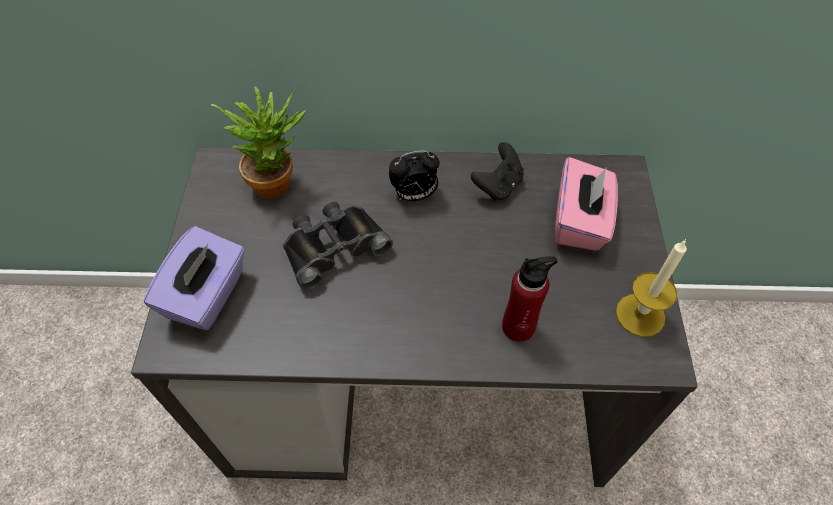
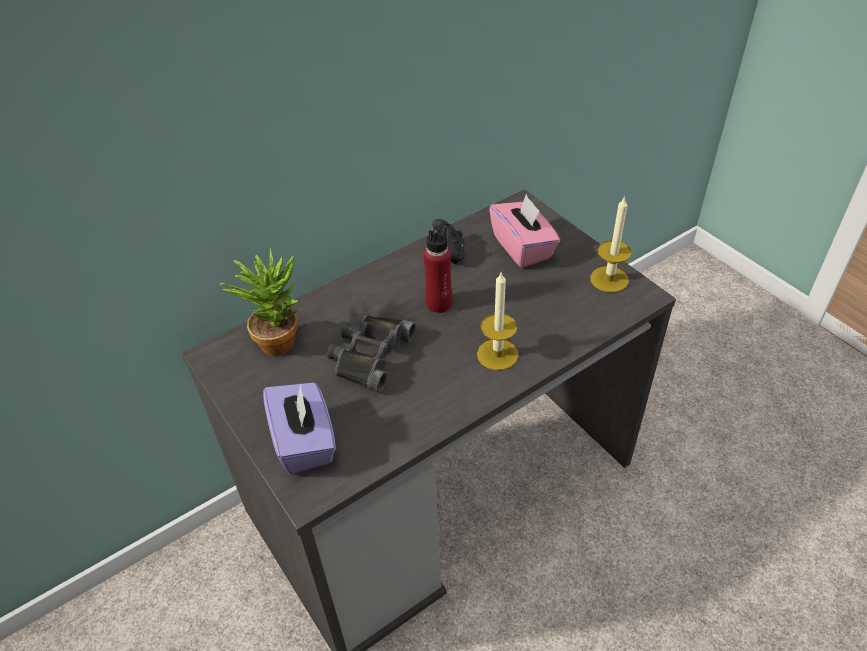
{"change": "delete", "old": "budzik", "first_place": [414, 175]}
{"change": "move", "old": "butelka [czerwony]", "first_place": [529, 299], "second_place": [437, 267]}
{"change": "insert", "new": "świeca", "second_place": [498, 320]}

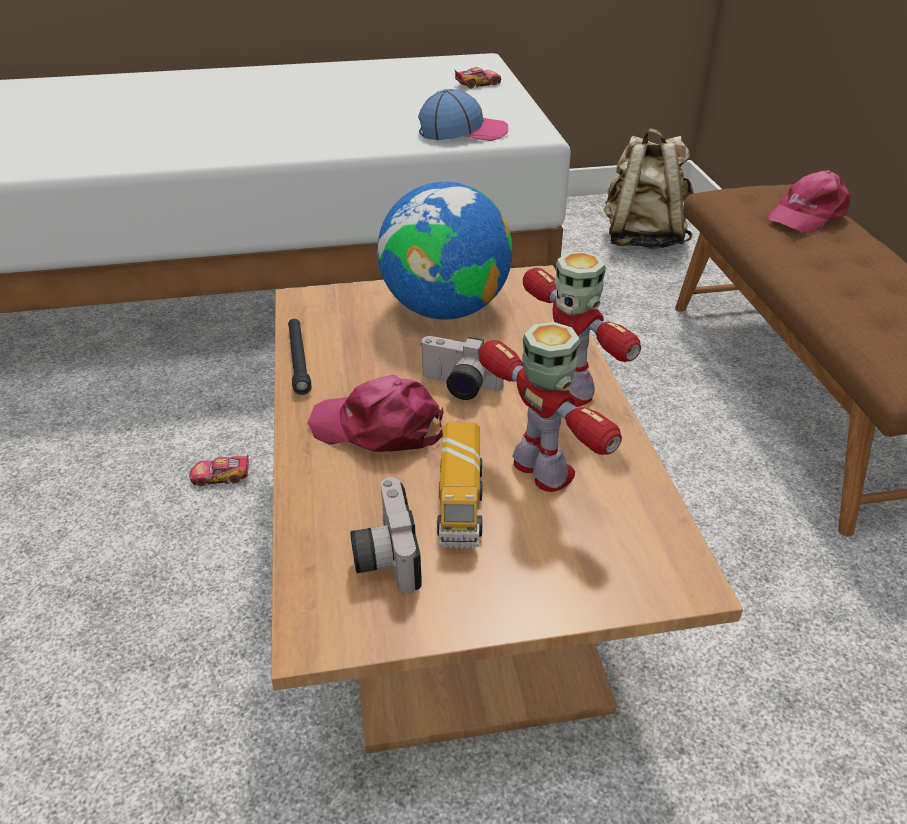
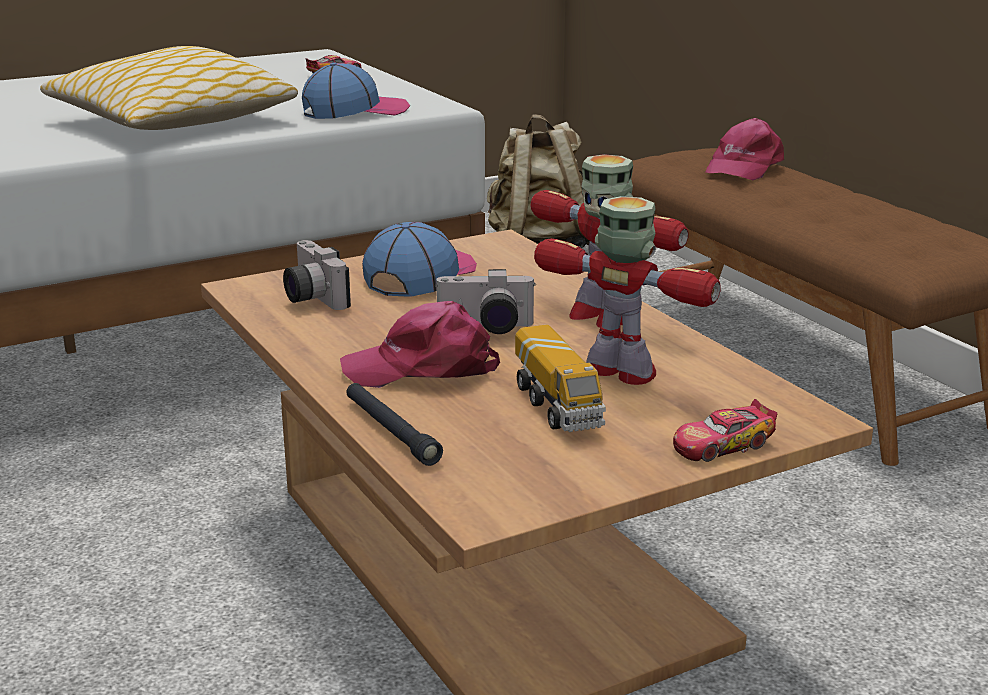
{"change": "move", "old": "samochodzik", "first_place": [219, 470], "second_place": [725, 430]}
{"change": "move", "old": "latarka [czarny]", "first_place": [299, 357], "second_place": [394, 424]}
{"change": "move", "old": "aparat fotograficzny", "first_place": [386, 535], "second_place": [317, 275]}
{"change": "replace", "old": "globus", "new": "czapka z daszkiem", "first_place": [445, 251], "second_place": [419, 259]}
{"change": "insert", "new": "poduszka", "second_place": [169, 88]}

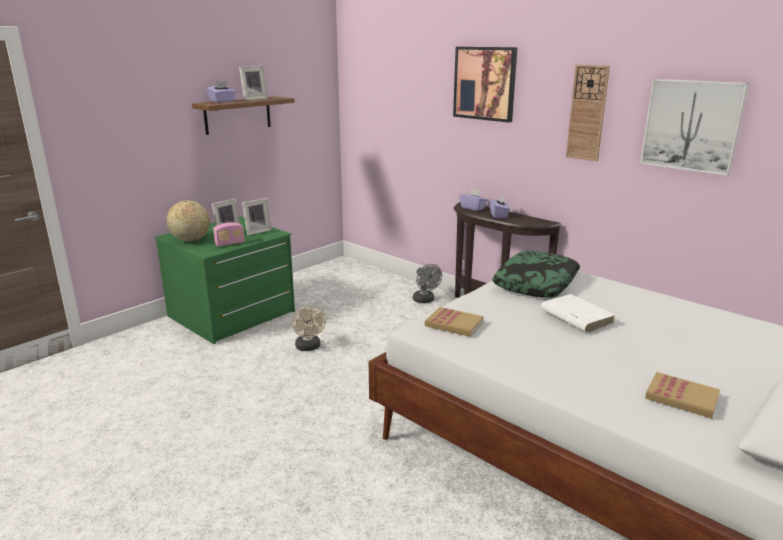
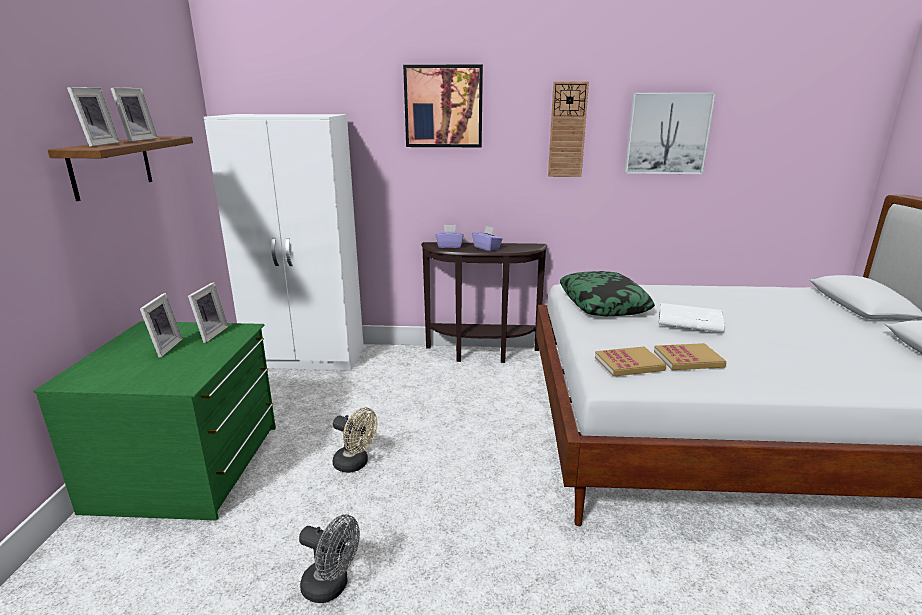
{"change": "delete", "old": "globus", "first_place": [188, 221]}
{"change": "replace", "old": "pudełko chusteczek [fioletowy]", "new": "ramka na zdjęcie", "first_place": [221, 92], "second_place": [93, 117]}
{"change": "delete", "old": "radio", "first_place": [229, 234]}
{"change": "move", "old": "wentylator [szary]", "first_place": [427, 283], "second_place": [329, 558]}
{"change": "move", "old": "książka", "first_place": [682, 395], "second_place": [690, 356]}
{"change": "insert", "new": "szafa [biały]", "second_place": [284, 242]}

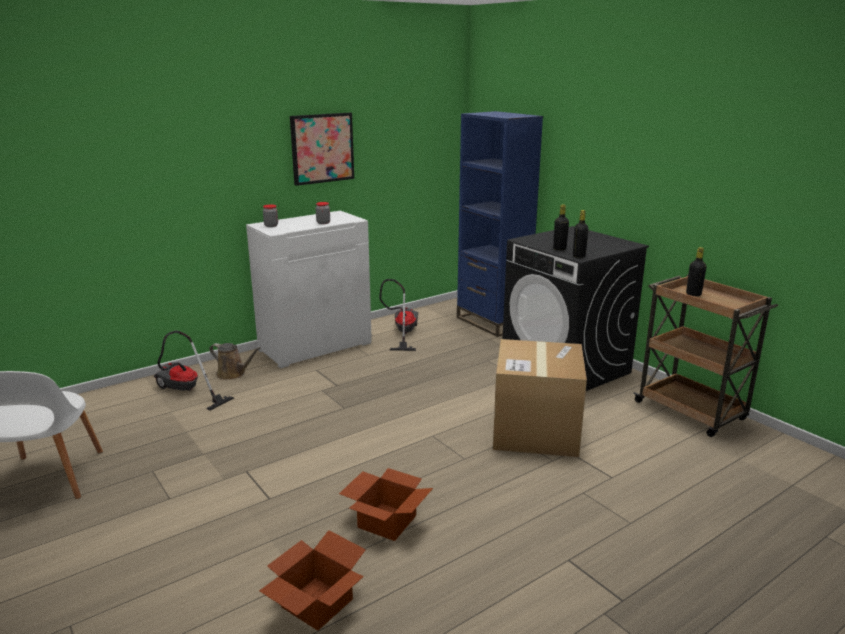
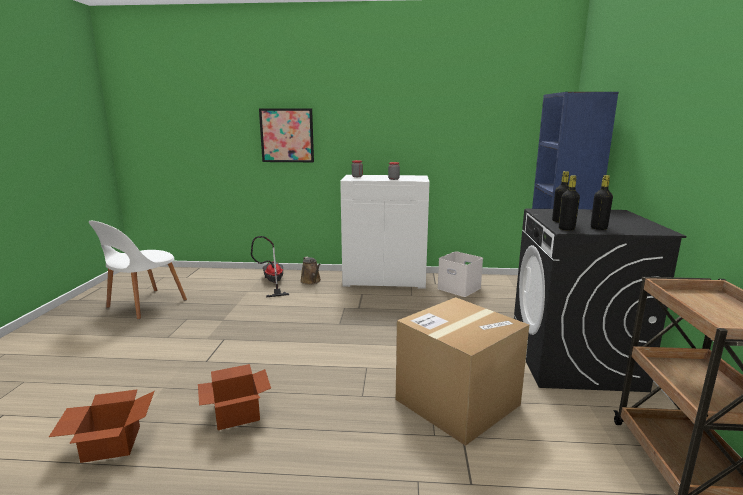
{"change": "move", "old": "obraz", "first_place": [322, 149], "second_place": [286, 135]}
{"change": "replace", "old": "odkurzacz", "new": "pojemnik do przechowywania [biały]", "first_place": [398, 315], "second_place": [460, 274]}
{"change": "move", "old": "butelka [czarny]", "first_place": [696, 271], "second_place": [602, 202]}

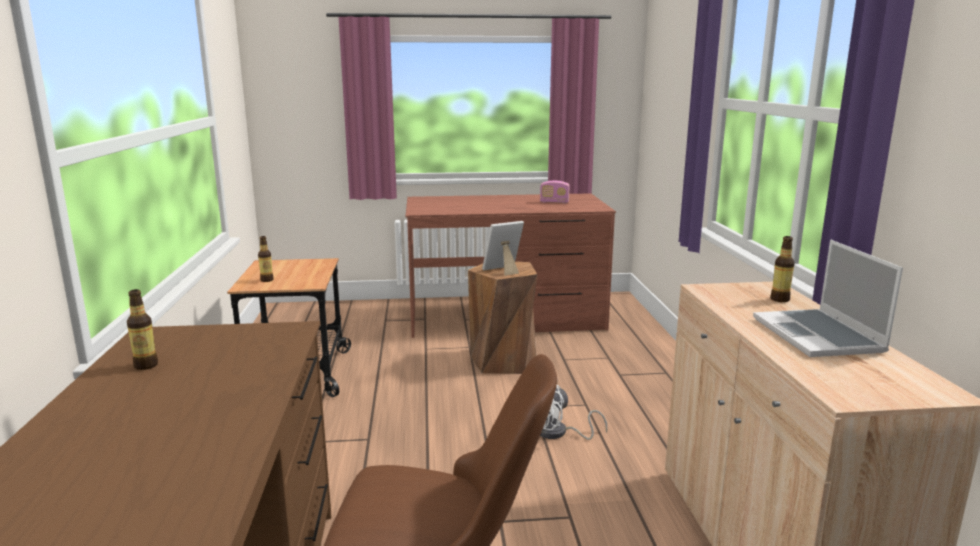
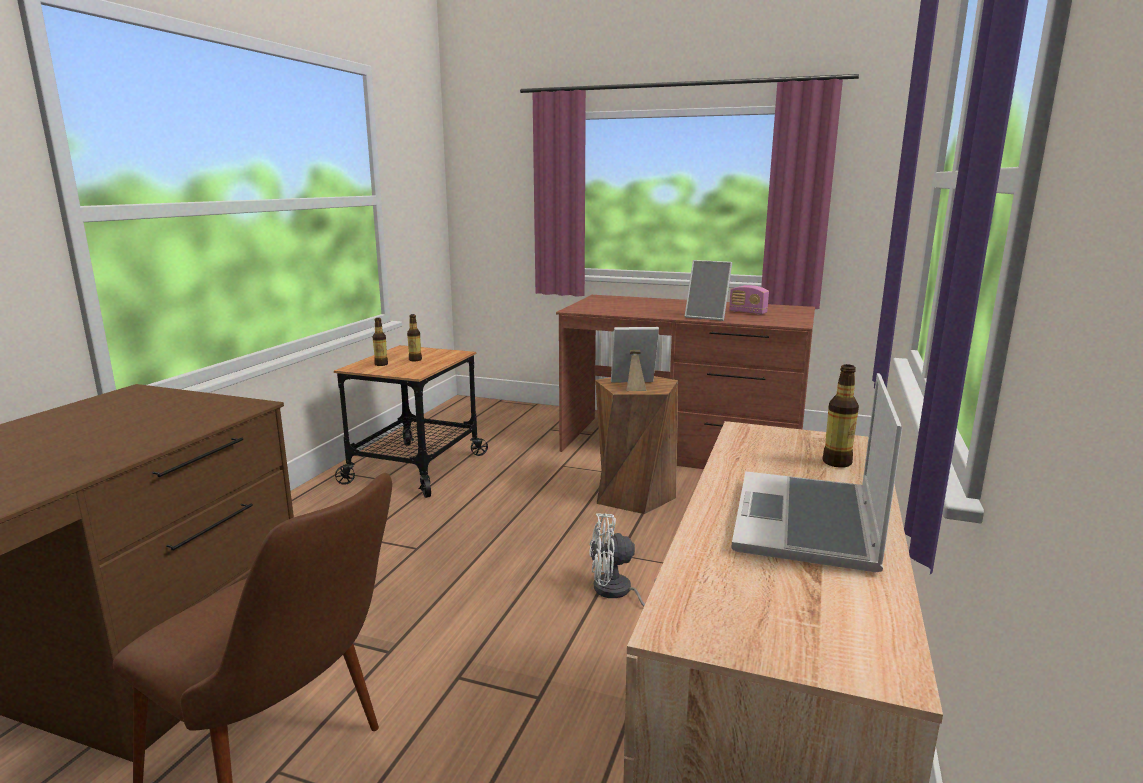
{"change": "move", "old": "butelka", "first_place": [142, 329], "second_place": [414, 338]}
{"change": "insert", "new": "ramka na zdjęcie", "second_place": [708, 290]}

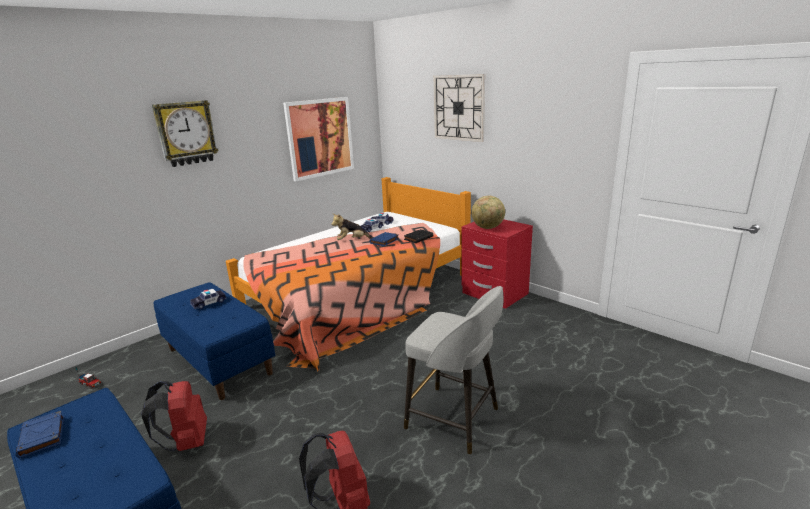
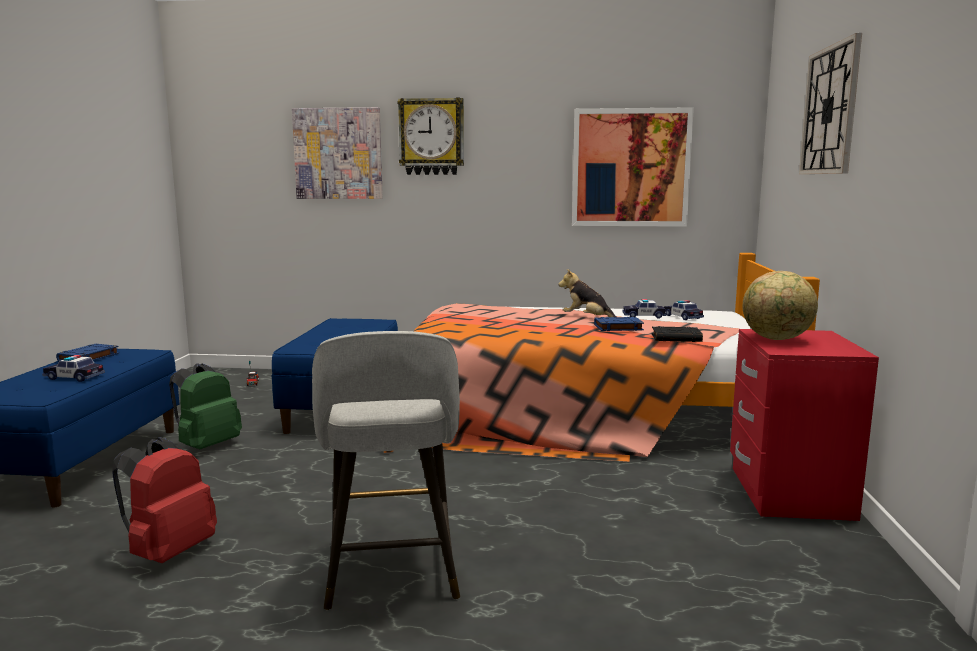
{"change": "recolor", "old": "plecak [czerwony]", "new": "plecak [zielony]", "first_place": [174, 416], "second_place": [205, 406]}
{"change": "move", "old": "samochodzik", "first_place": [208, 299], "second_place": [73, 368]}
{"change": "insert", "new": "obraz", "second_place": [337, 153]}

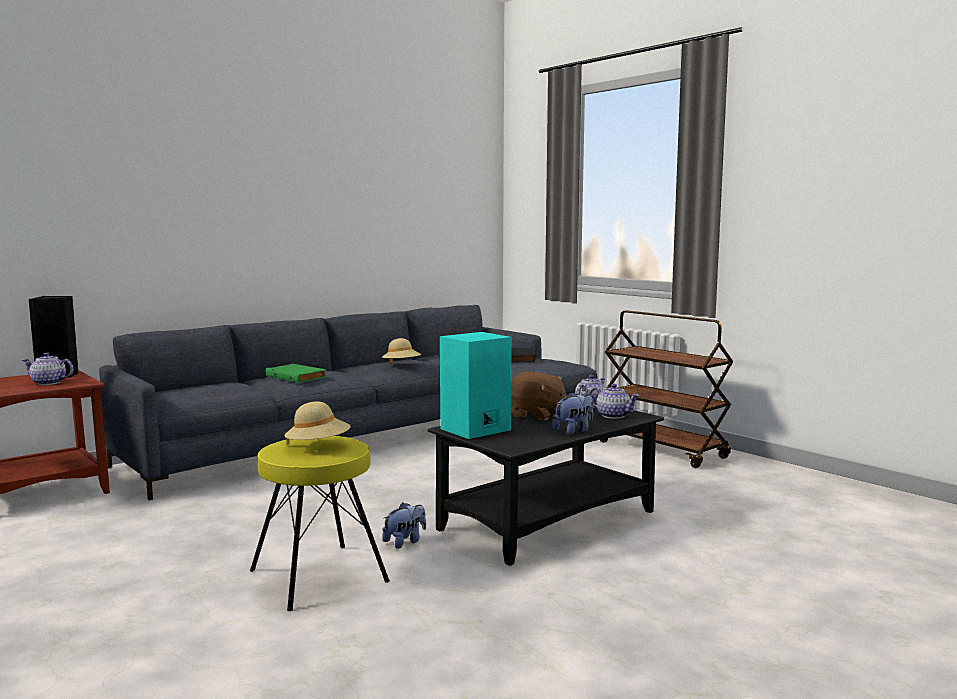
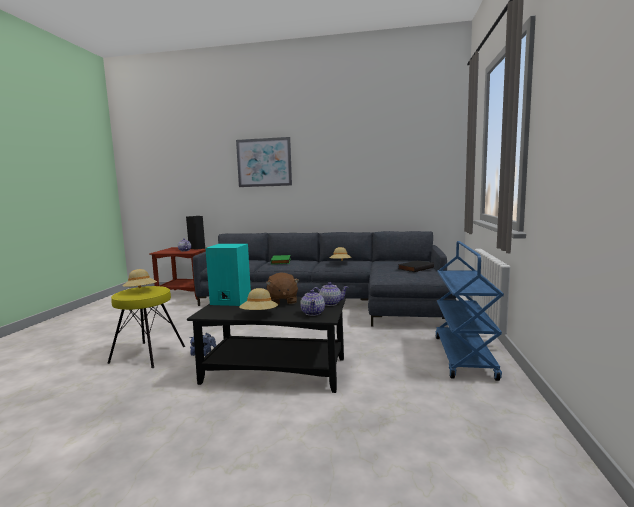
{"change": "replace", "old": "pluszak", "new": "kapelusz [beżowy]", "first_place": [572, 413], "second_place": [258, 299]}
{"change": "recolor", "old": "wózek [brązowy]", "new": "wózek [niebieski]", "first_place": [667, 389], "second_place": [469, 311]}
{"change": "insert", "new": "obraz", "second_place": [264, 162]}

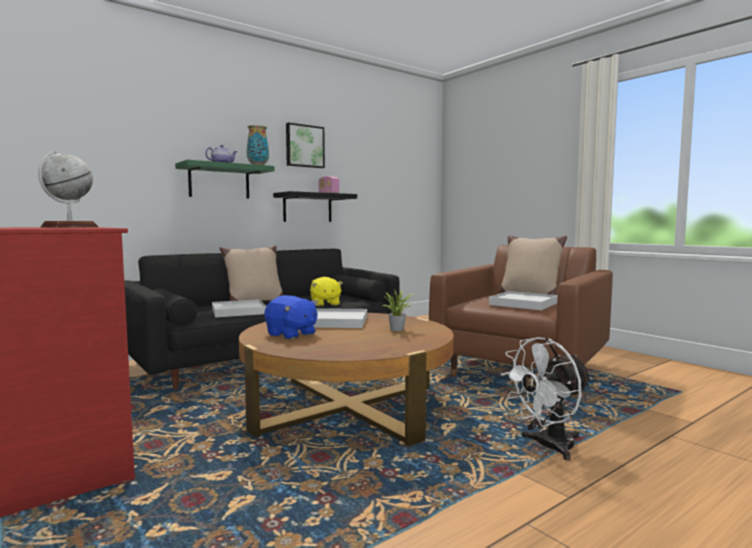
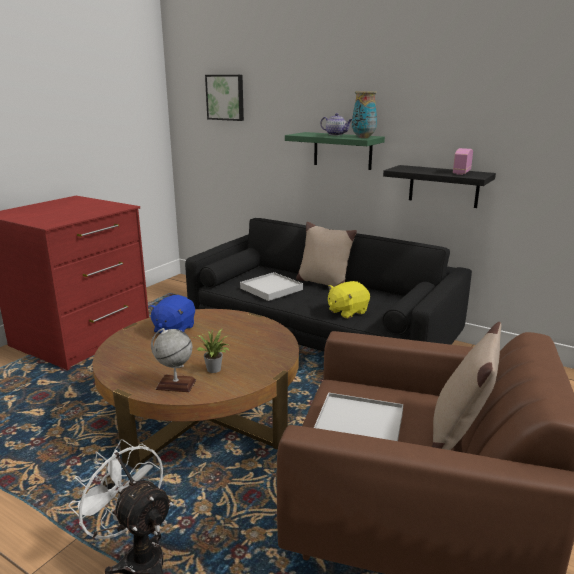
{"change": "move", "old": "globus", "first_place": [68, 189], "second_place": [173, 360]}
{"change": "move", "old": "obraz", "first_place": [305, 145], "second_place": [224, 98]}
{"change": "delete", "old": "taca [biały]", "first_place": [340, 318]}

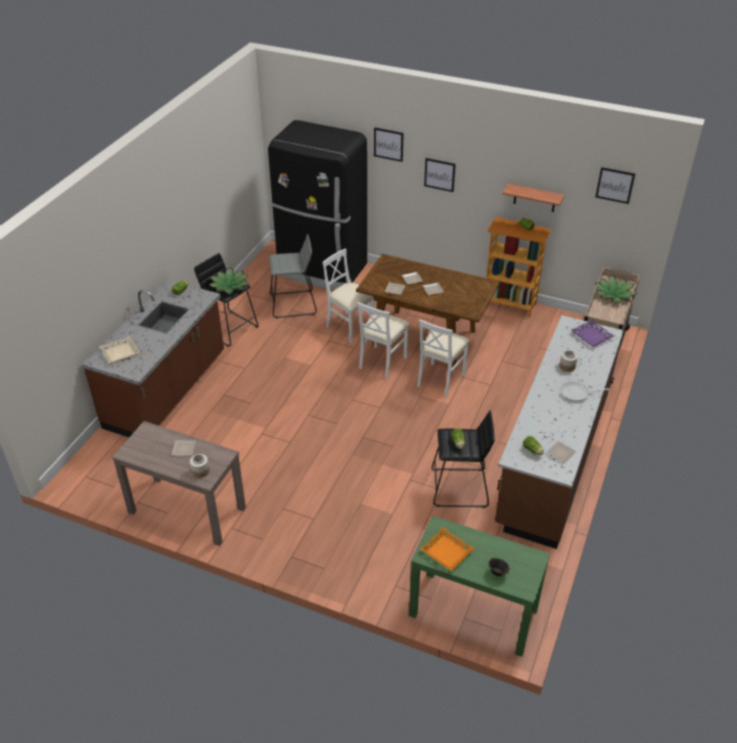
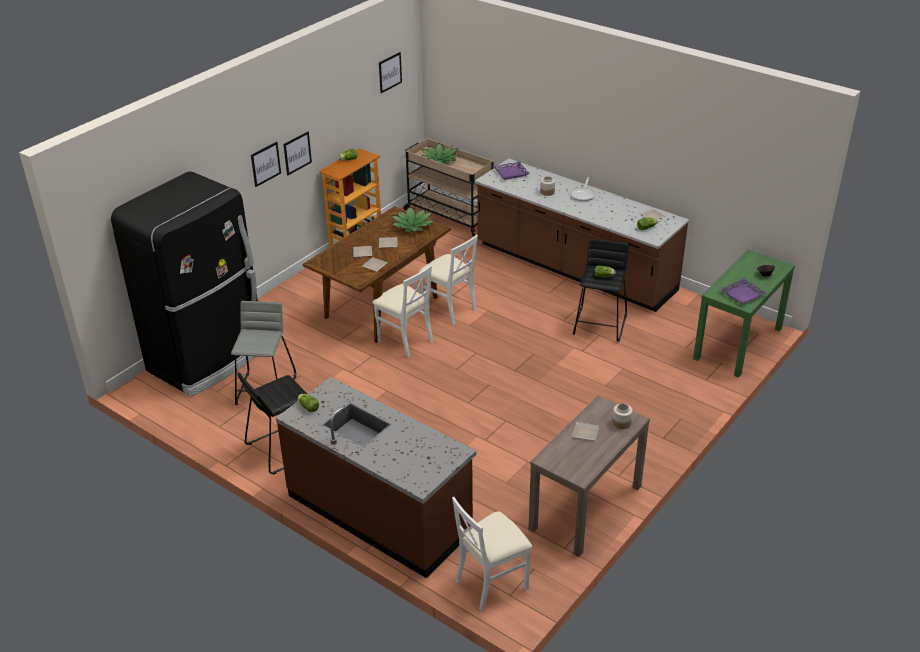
{"change": "delete", "old": "taca [beżowy]", "first_place": [119, 349]}
{"change": "move", "old": "roślina doniczkowa", "first_place": [229, 280], "second_place": [413, 220]}
{"change": "move", "old": "krzesło [biały]", "first_place": [348, 295], "second_place": [492, 554]}
{"change": "move", "old": "obraz", "first_place": [389, 144], "second_place": [297, 153]}
{"change": "recolor", "old": "taca [pomarańczowy]", "new": "taca [fioletowy]", "first_place": [447, 549], "second_place": [743, 291]}
{"change": "delete", "old": "półka", "first_place": [533, 197]}

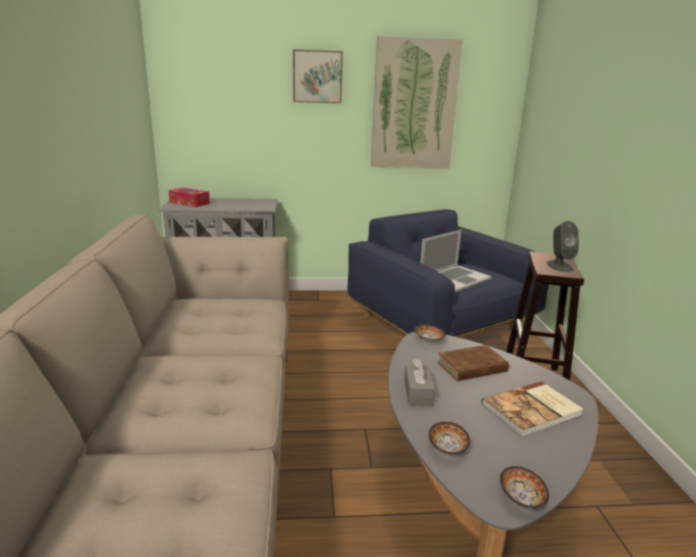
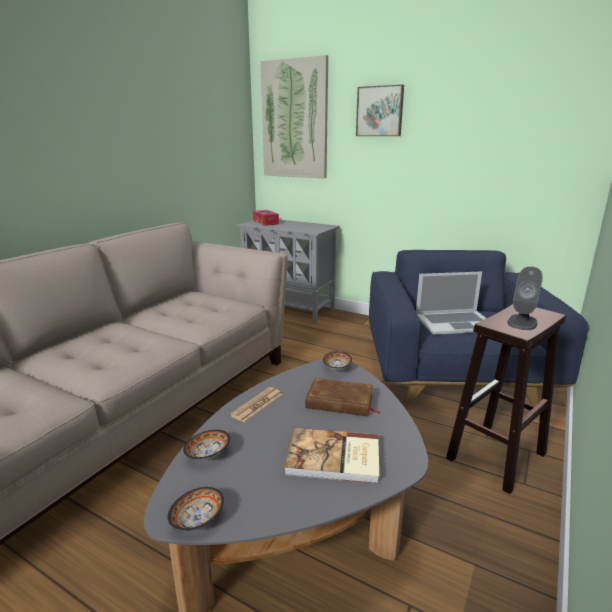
{"change": "move", "old": "obraz", "first_place": [416, 102], "second_place": [294, 116]}
{"change": "replace", "old": "pudełko chusteczek [szary]", "new": "gazeta", "first_place": [419, 382], "second_place": [256, 404]}

